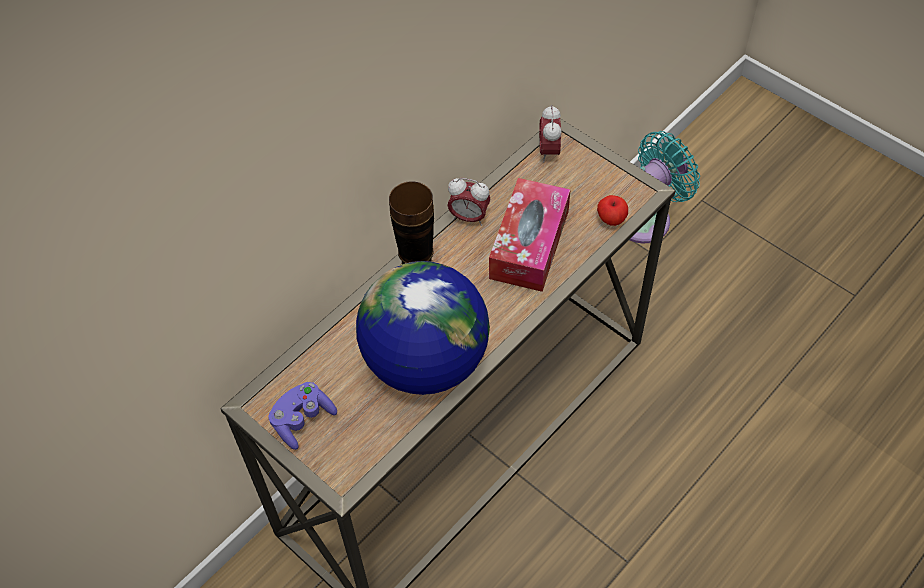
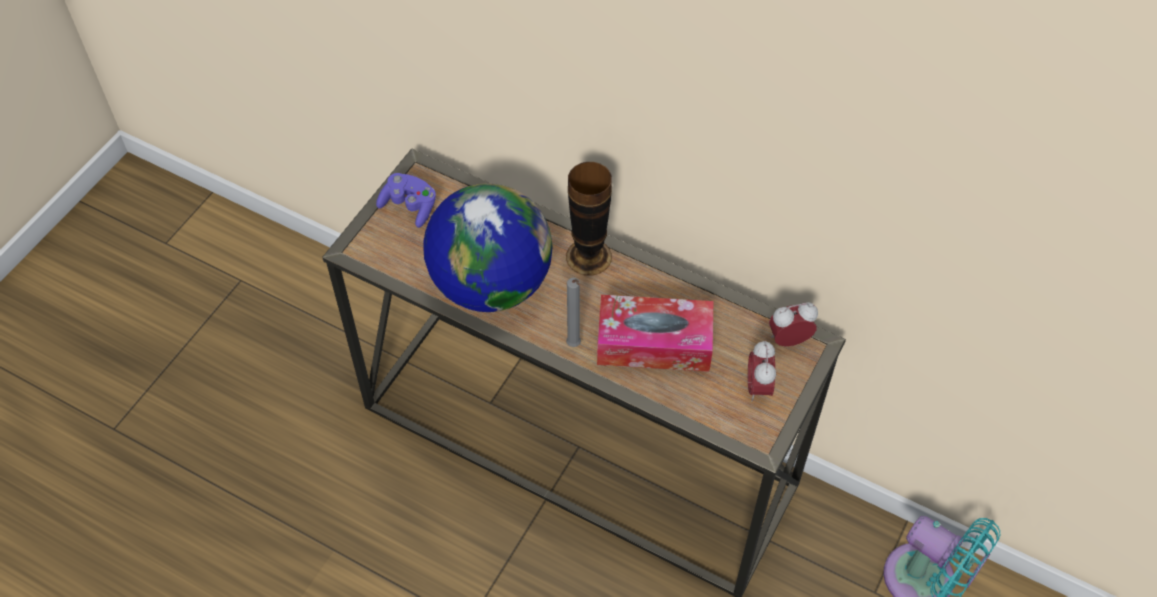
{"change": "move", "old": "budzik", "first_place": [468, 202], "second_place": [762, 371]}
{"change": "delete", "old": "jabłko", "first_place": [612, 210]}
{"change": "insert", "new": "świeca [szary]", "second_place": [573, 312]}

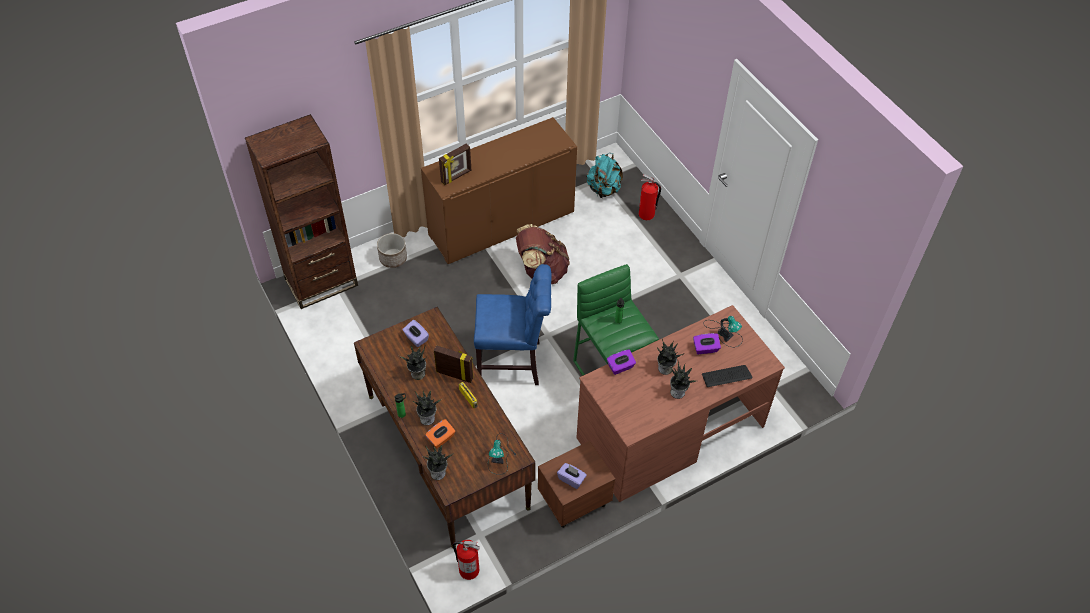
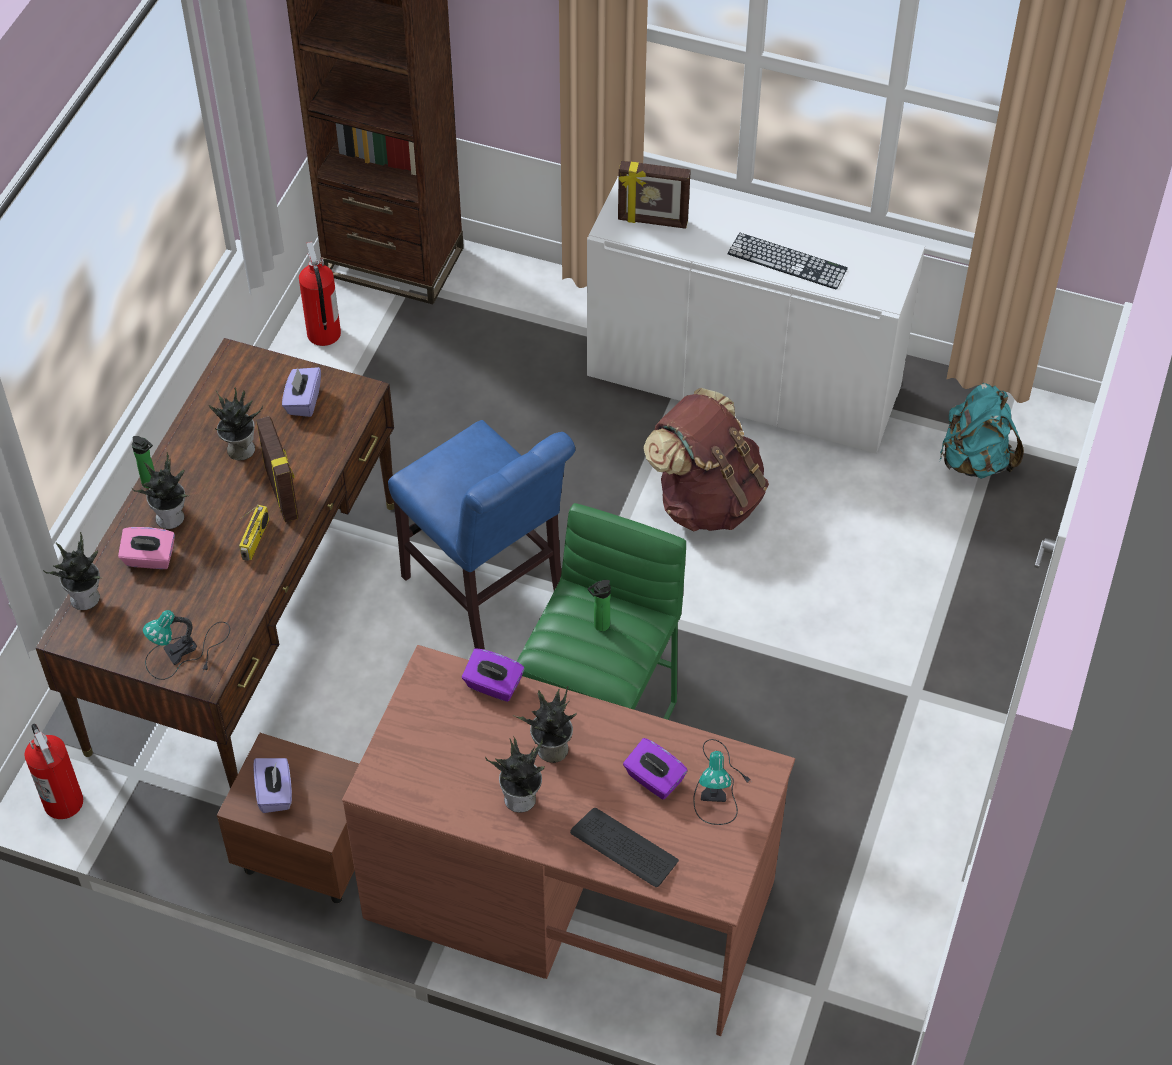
{"change": "delete", "old": "donica", "first_place": [392, 250]}
{"change": "recolor", "old": "szafka [brązowy]", "new": "szafka [biały]", "first_place": [499, 190], "second_place": [756, 314]}
{"change": "recolor", "old": "pudełko chusteczek [pomarańczowy]", "new": "pudełko chusteczek [różowy]", "first_place": [440, 433], "second_place": [146, 548]}
{"change": "move", "old": "gaśnica", "first_place": [650, 197], "second_place": [320, 294]}
{"change": "insert", "new": "klawiatura", "second_place": [787, 261]}

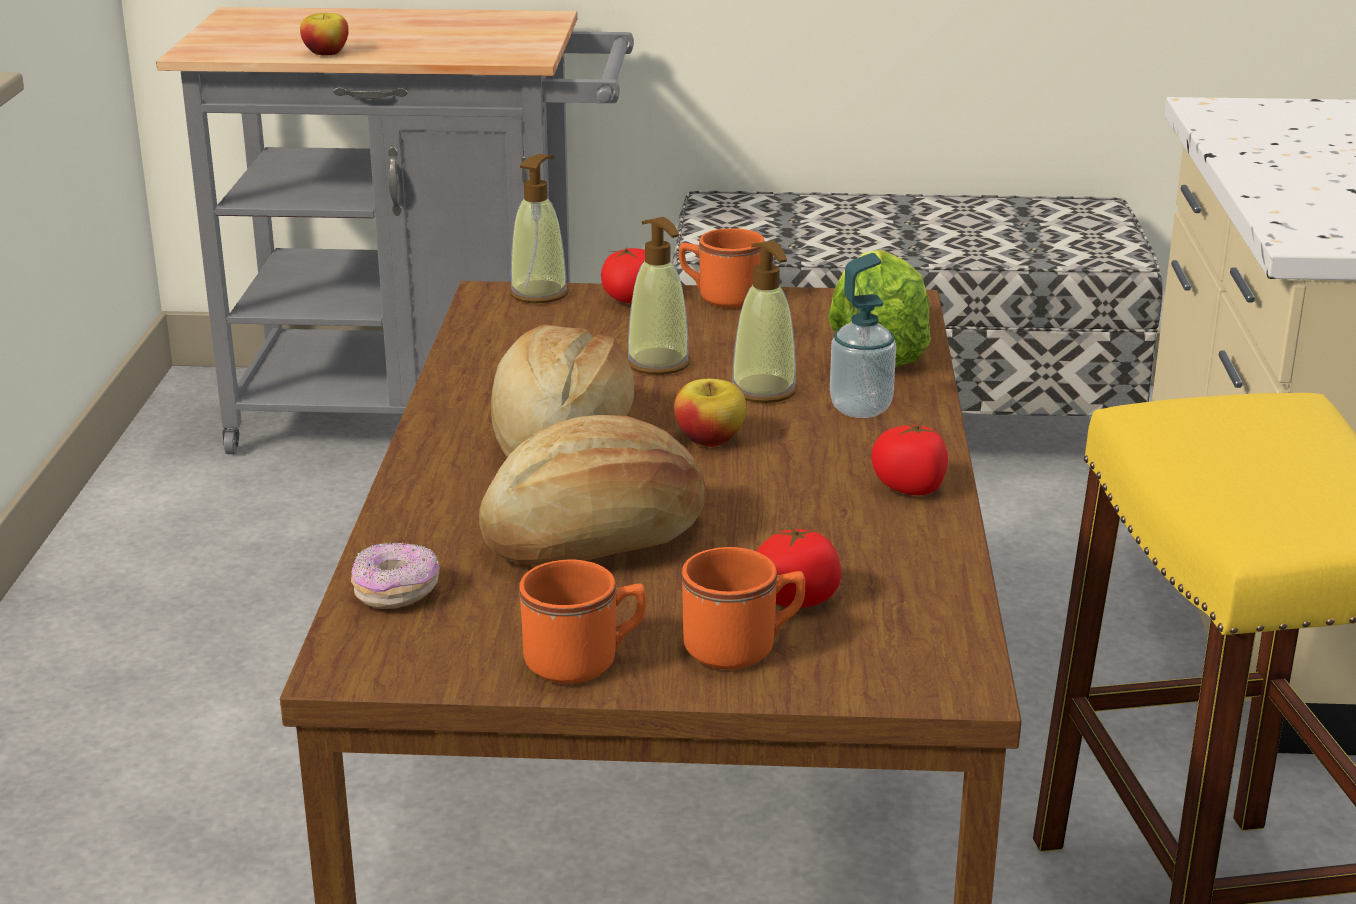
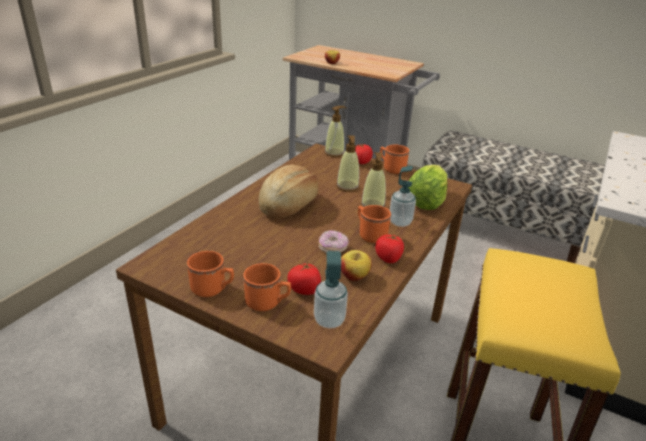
{"change": "move", "old": "donut", "first_place": [395, 575], "second_place": [334, 241]}
{"change": "delete", "old": "chleb", "first_place": [592, 490]}
{"change": "move", "old": "jabłko", "first_place": [710, 413], "second_place": [356, 265]}
{"change": "insert", "new": "dozownik mydła", "second_place": [331, 290]}
{"change": "insert", "new": "kubek [pomarańczowy]", "second_place": [374, 224]}

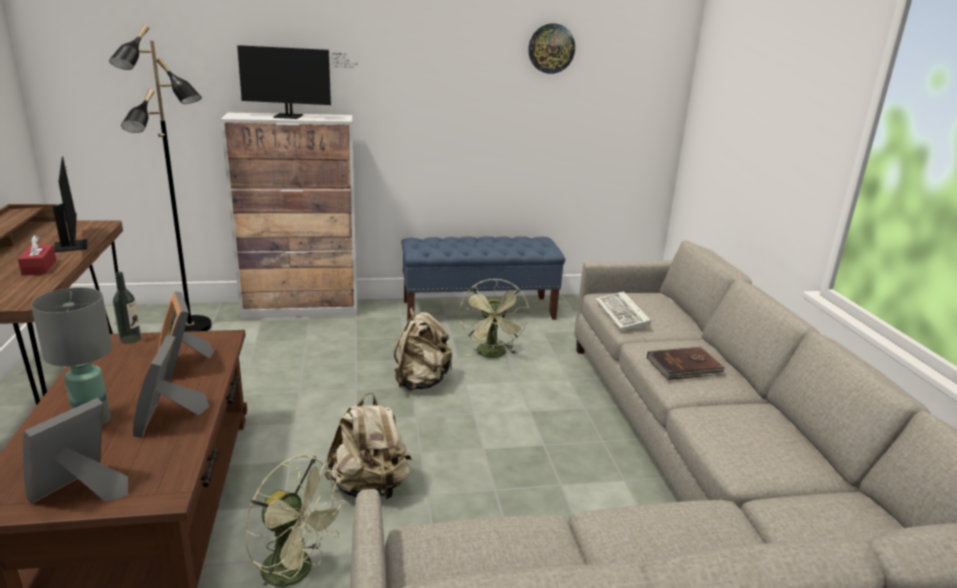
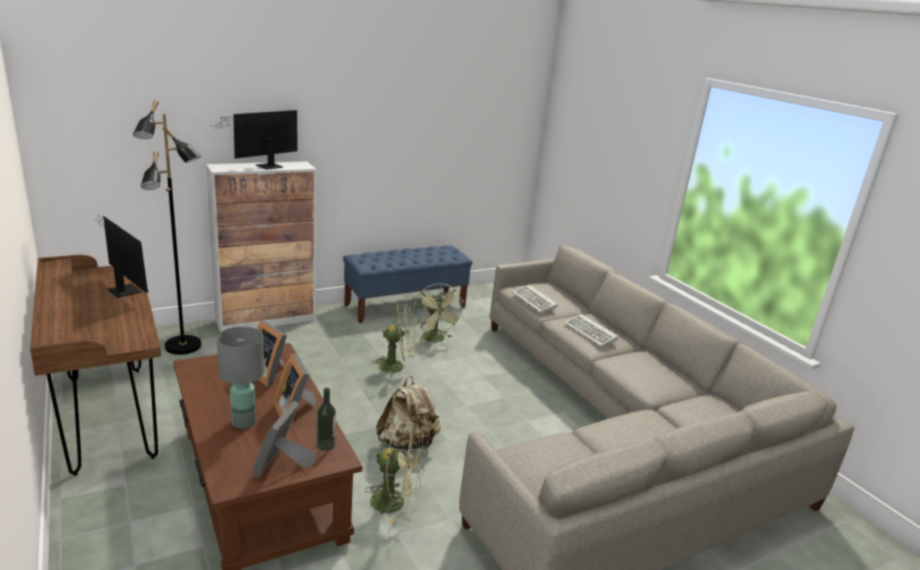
{"change": "delete", "old": "pudełko chusteczek [czerwony]", "first_place": [37, 255]}
{"change": "move", "old": "butelka", "first_place": [127, 308], "second_place": [326, 419]}
{"change": "rotate", "old": "monitor", "first_place": [297, 82], "second_place": [256, 140], "degrees": 150}
{"change": "replace", "old": "plecak [beżowy]", "new": "wentylator [zielony]", "first_place": [423, 349], "second_place": [393, 341]}
{"change": "delete", "old": "zegar ścienny", "first_place": [551, 48]}
{"change": "replace", "old": "książka [brązowy]", "new": "klawiatura", "first_place": [686, 363], "second_place": [591, 330]}

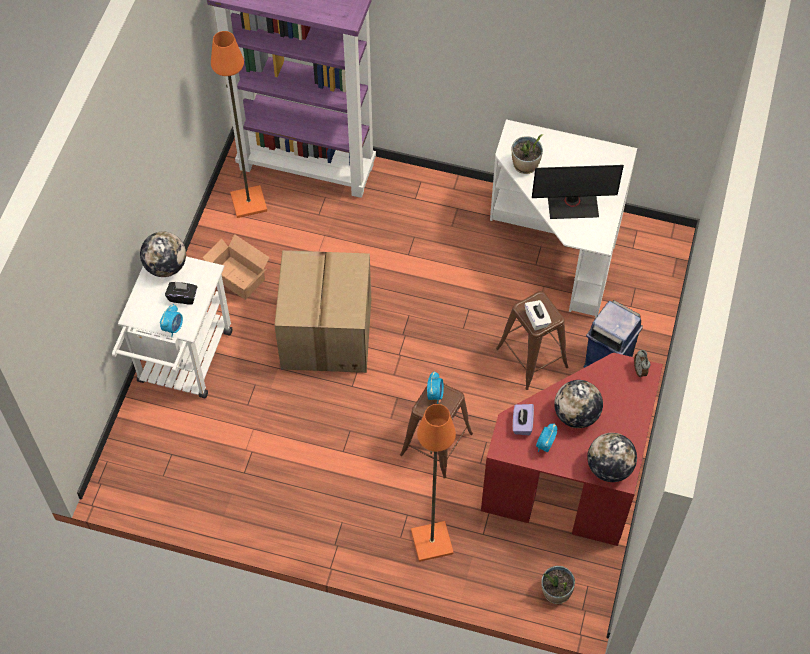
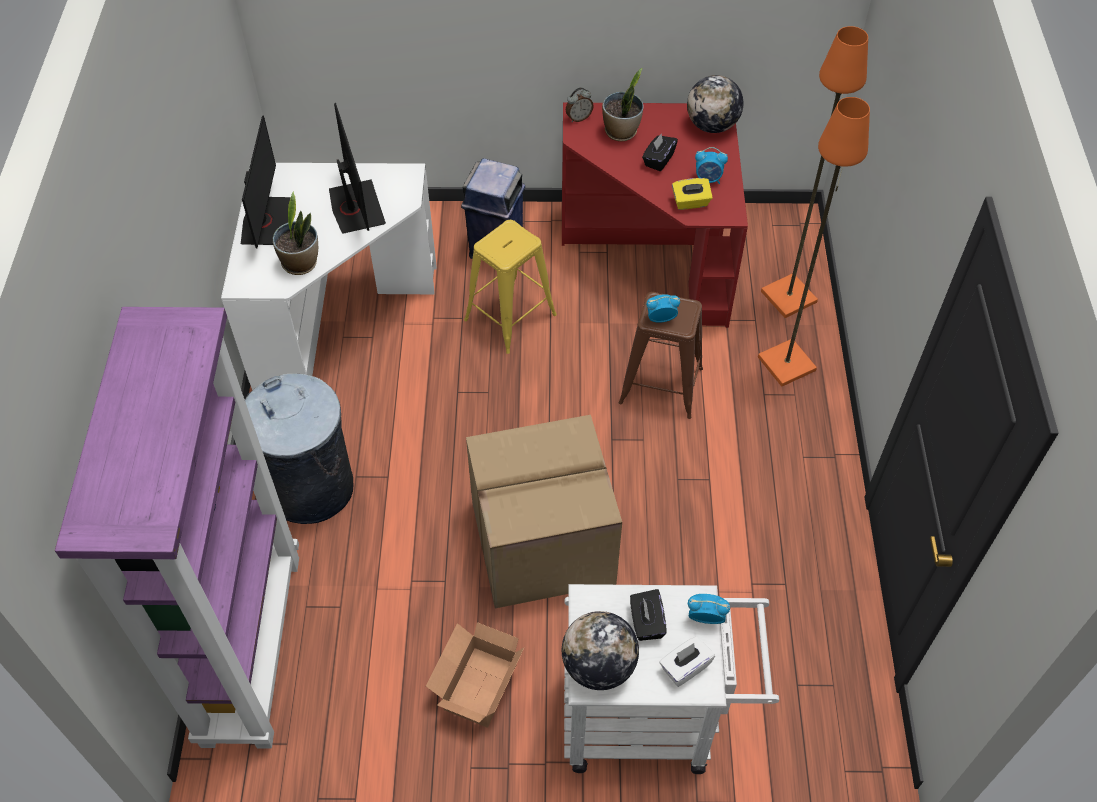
{"change": "move", "old": "lampa stojąca [pomarańczowy]", "first_place": [239, 124], "second_place": [814, 172]}
{"change": "recolor", "old": "stołek [brązowy]", "new": "stołek [żółty]", "first_place": [532, 340], "second_place": [510, 287]}
{"change": "recolor", "old": "pudełko chusteczek [fioletowy]", "new": "pudełko chusteczek [żółty]", "first_place": [523, 419], "second_place": [692, 194]}
{"change": "move", "old": "pudełko chusteczek [biały]", "first_place": [538, 315], "second_place": [687, 661]}
{"change": "move", "old": "roślina doniczkowa", "first_place": [558, 585], "second_place": [622, 104]}
{"change": "replace", "old": "globus", "new": "pudełko chusteczek [czarny]", "first_place": [578, 404], "second_place": [660, 152]}
{"change": "insert", "new": "monitor", "second_place": [266, 182]}
{"change": "insert", "new": "kosz na śmieci [szary]", "second_place": [299, 449]}

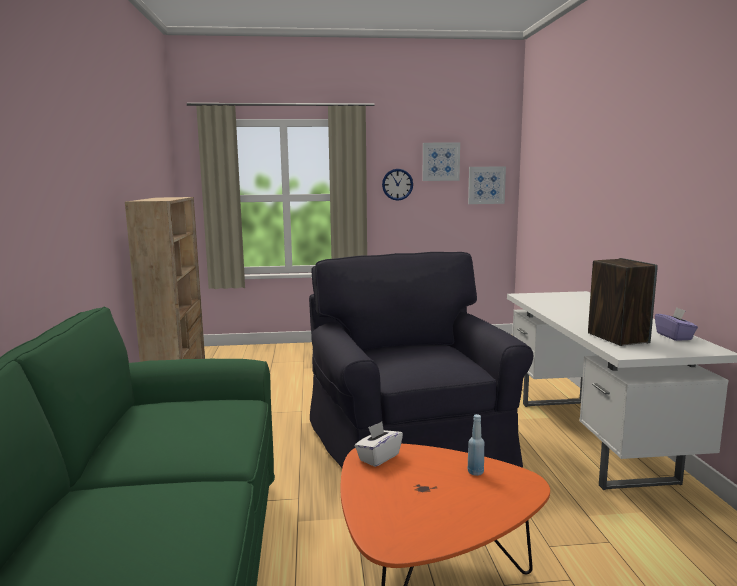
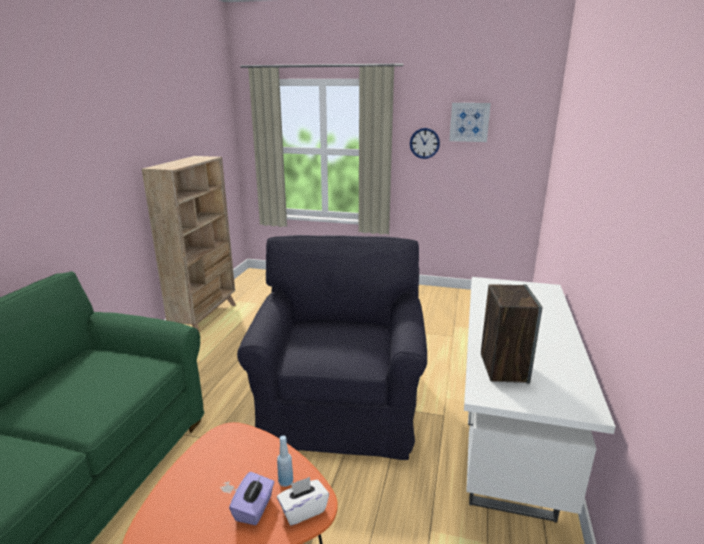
{"change": "move", "old": "pudełko chusteczek [biały]", "first_place": [379, 444], "second_place": [303, 501]}
{"change": "delete", "old": "obraz", "first_place": [487, 185]}
{"change": "move", "old": "pudełko chusteczek [fioletowy]", "first_place": [676, 324], "second_place": [251, 498]}

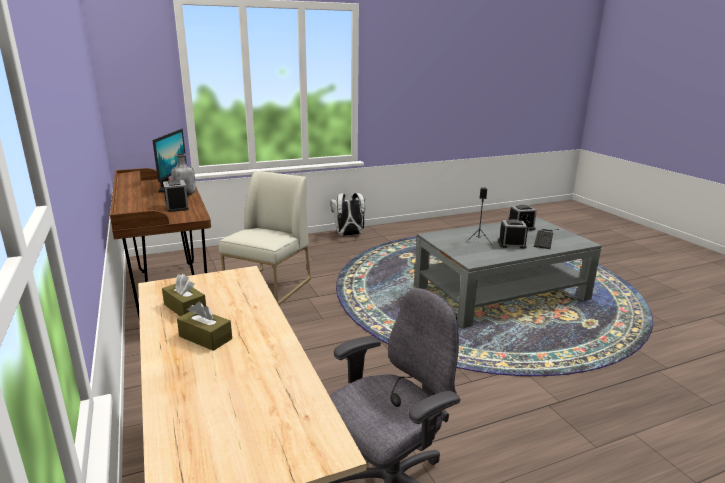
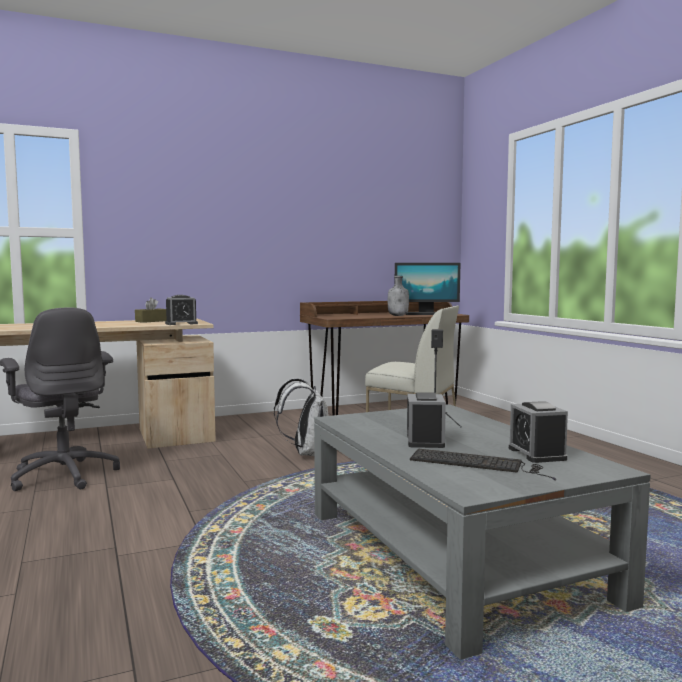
{"change": "move", "old": "budzik", "first_place": [176, 196], "second_place": [181, 310]}
{"change": "delete", "old": "pudełko chusteczek [brązowy]", "first_place": [204, 326]}
{"change": "move", "old": "plecak [biały]", "first_place": [347, 214], "second_place": [301, 417]}

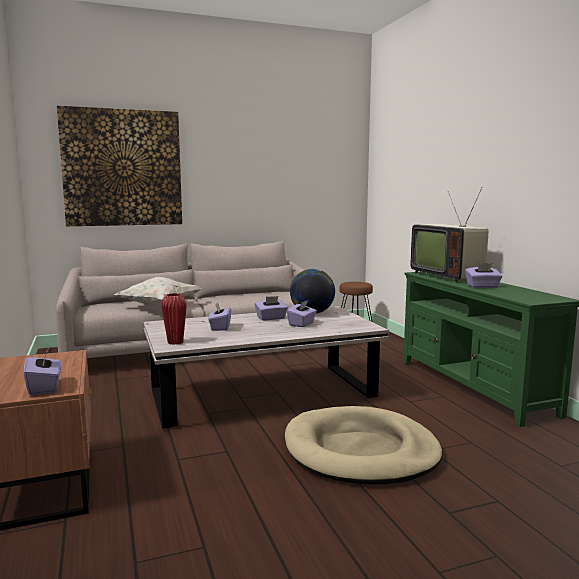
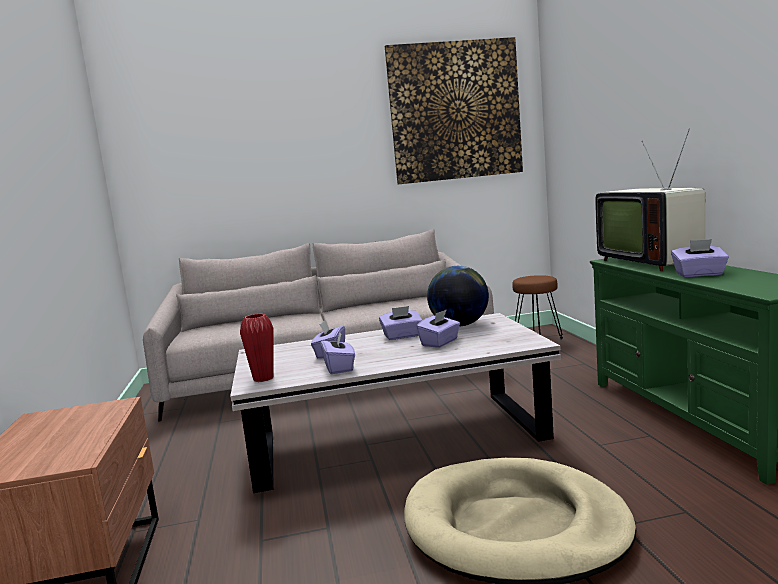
{"change": "move", "old": "pudełko chusteczek [fioletowy]", "first_place": [42, 371], "second_place": [338, 353]}
{"change": "move", "old": "obraz", "first_place": [119, 166], "second_place": [454, 110]}
{"change": "delete", "old": "poduszka [biały]", "first_place": [158, 291]}

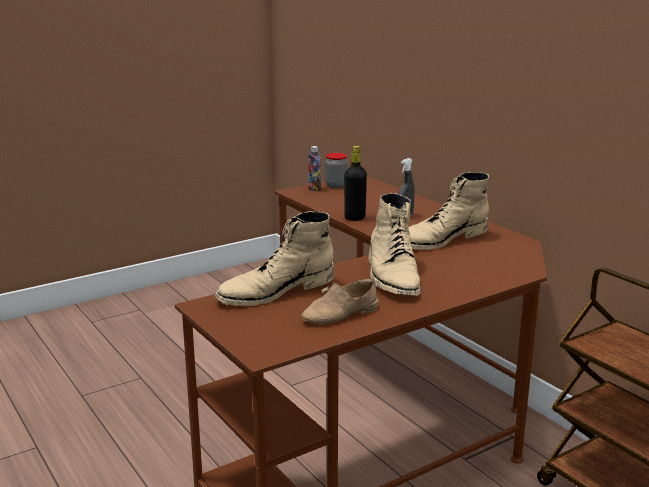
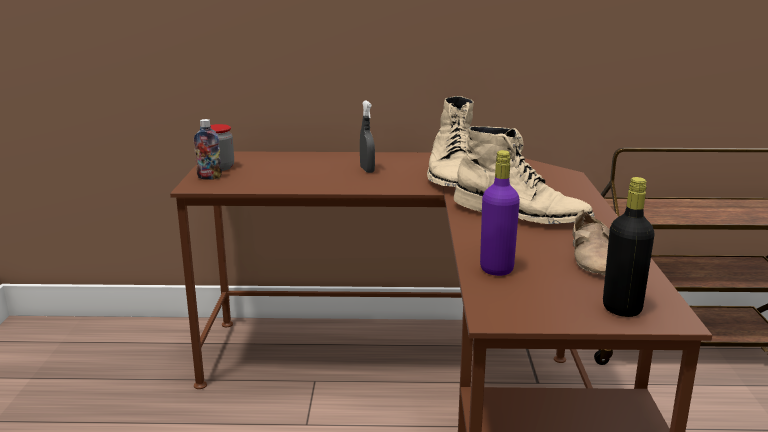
{"change": "replace", "old": "but z cholewką [beżowy]", "new": "butelka [fioletowy]", "first_place": [274, 258], "second_place": [500, 213]}
{"change": "move", "old": "butelka [czarny]", "first_place": [355, 183], "second_place": [629, 247]}

